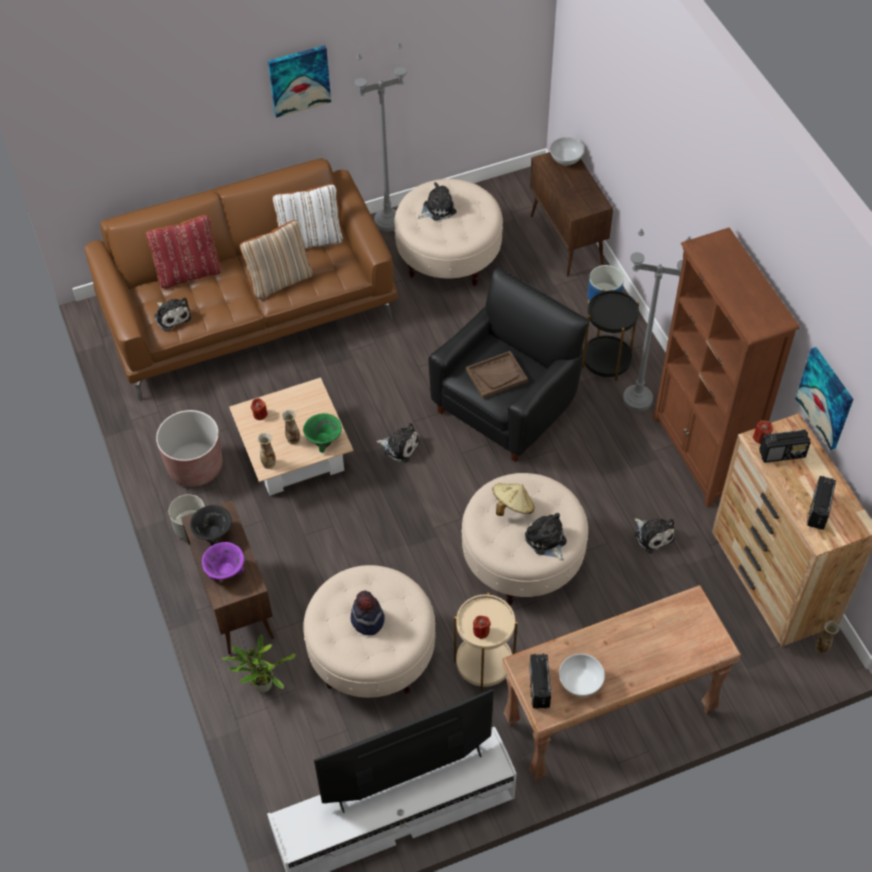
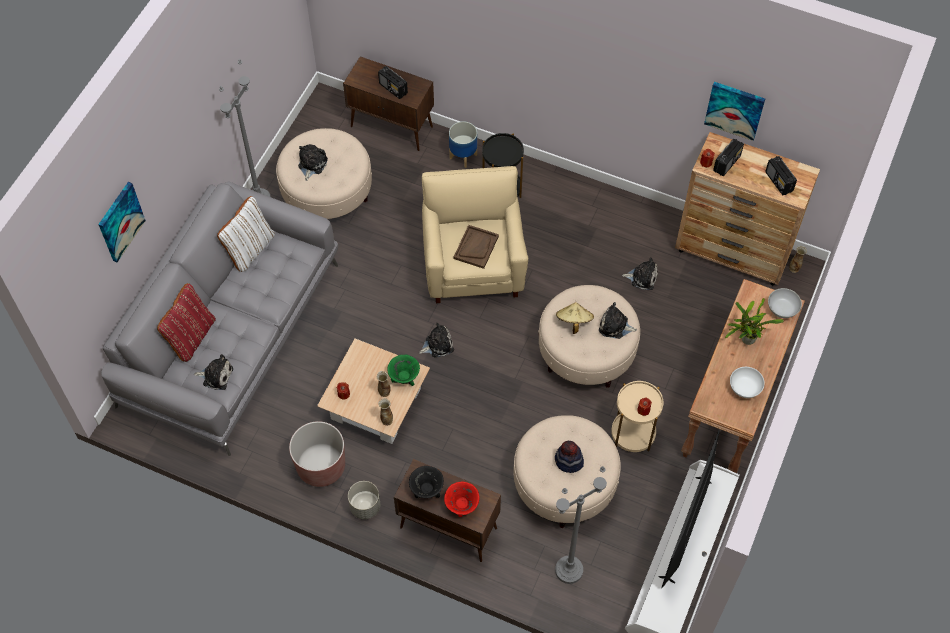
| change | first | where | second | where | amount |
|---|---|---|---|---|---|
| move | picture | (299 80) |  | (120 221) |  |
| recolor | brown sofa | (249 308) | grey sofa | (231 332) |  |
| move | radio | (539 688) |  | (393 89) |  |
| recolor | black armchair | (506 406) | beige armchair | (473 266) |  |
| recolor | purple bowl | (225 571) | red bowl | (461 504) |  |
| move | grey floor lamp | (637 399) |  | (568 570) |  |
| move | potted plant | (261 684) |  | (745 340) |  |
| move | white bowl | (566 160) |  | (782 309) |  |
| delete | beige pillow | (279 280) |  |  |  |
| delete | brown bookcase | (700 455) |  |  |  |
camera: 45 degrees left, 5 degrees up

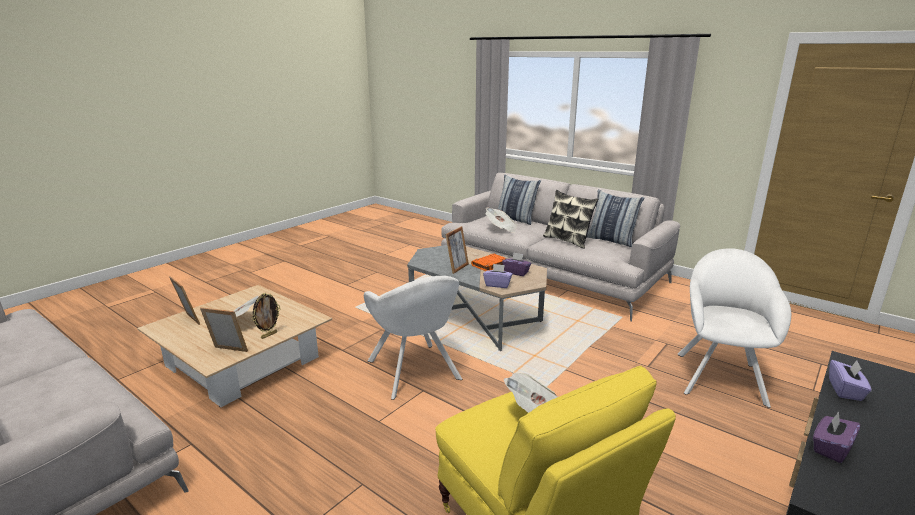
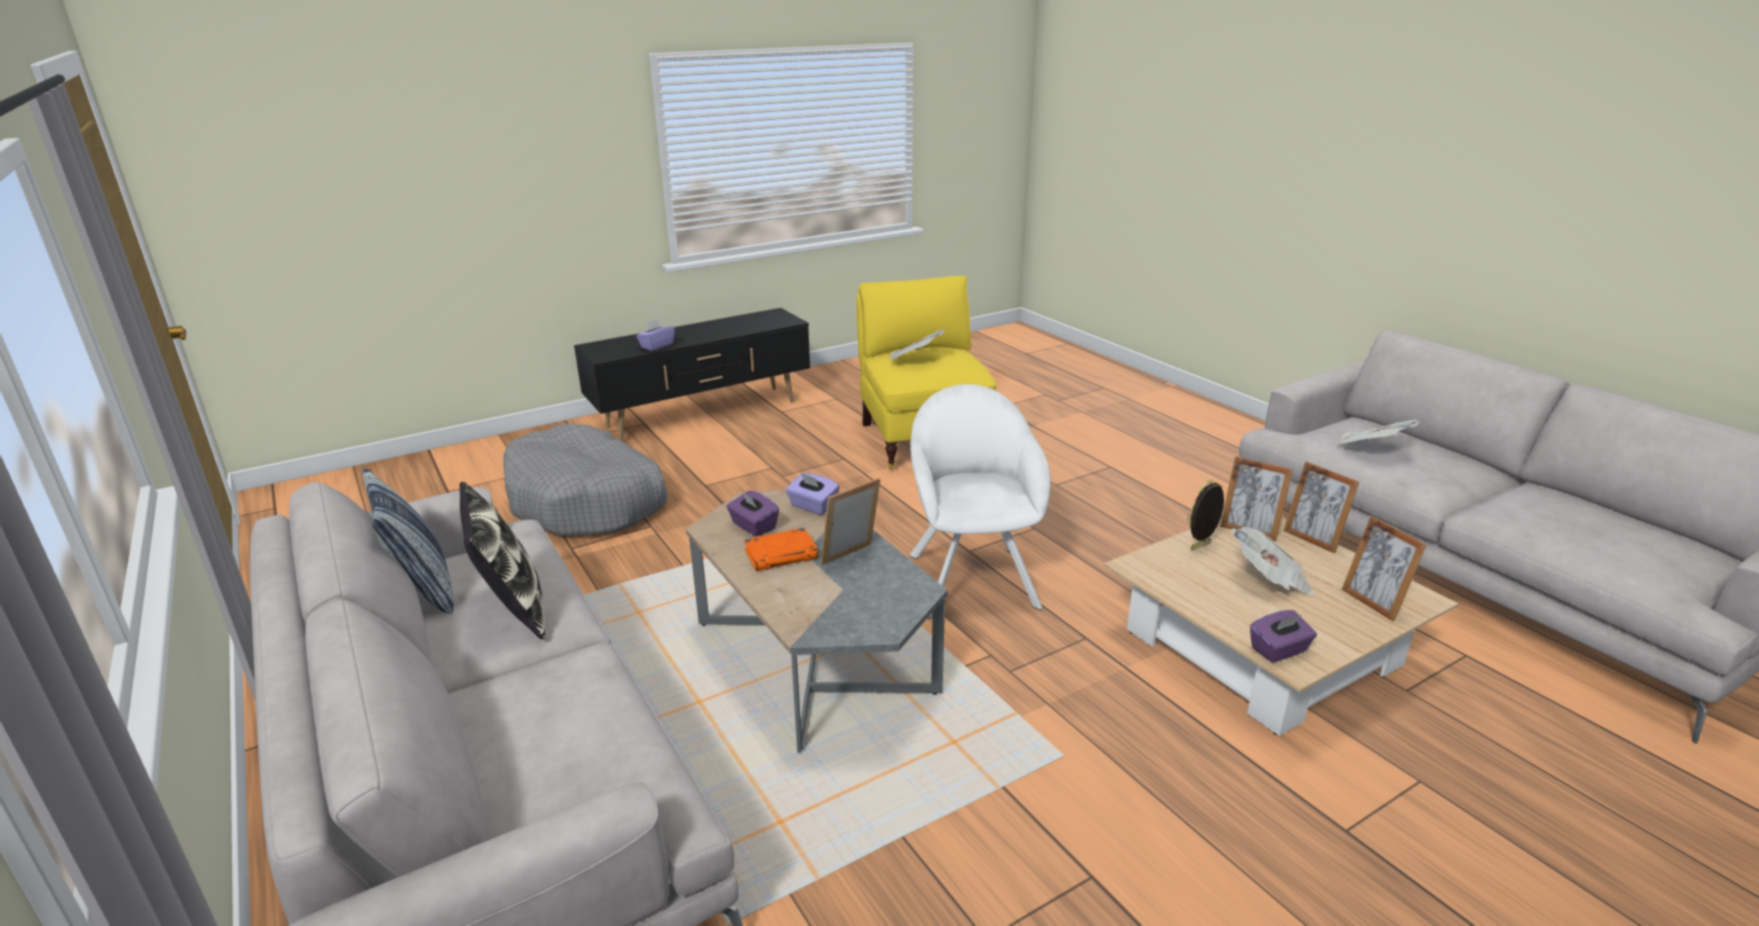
| change | first | where | second | where | amount |
|---|---|---|---|---|---|
| replace | white armchair | (719 375) | grey dog bed | (587 501) |  |
| move | purple tissue box | (831 448) |  | (1279 650) |  |
| insert |  |  | picture frame | (1312 539) |  |
| move | newspaper | (501 229) |  | (1370 449) |  |
| delete | pillow | (516 219) |  |  |  |
camera: 160 degrees left, 5 degrees up

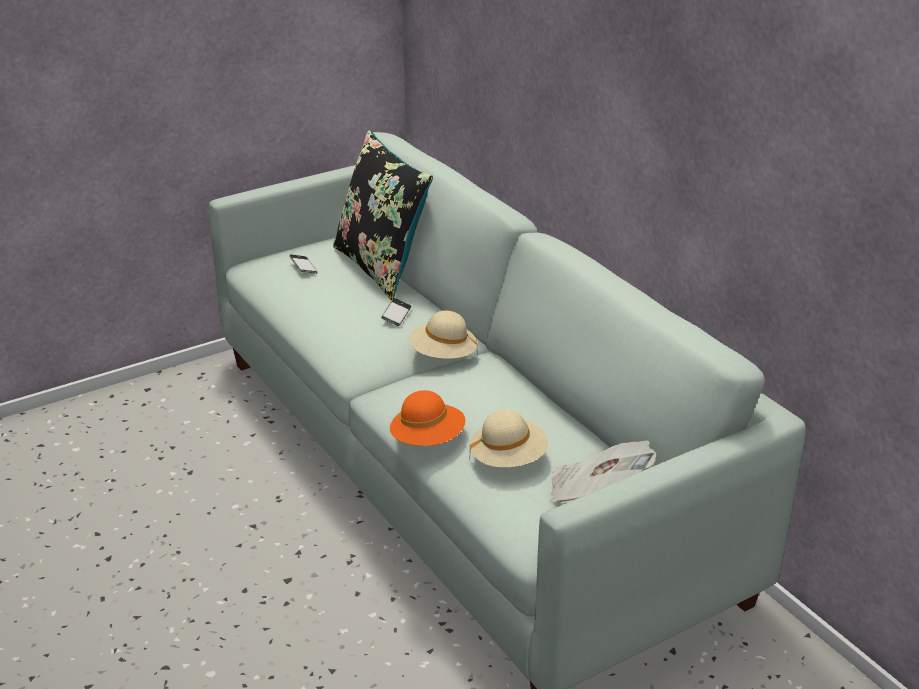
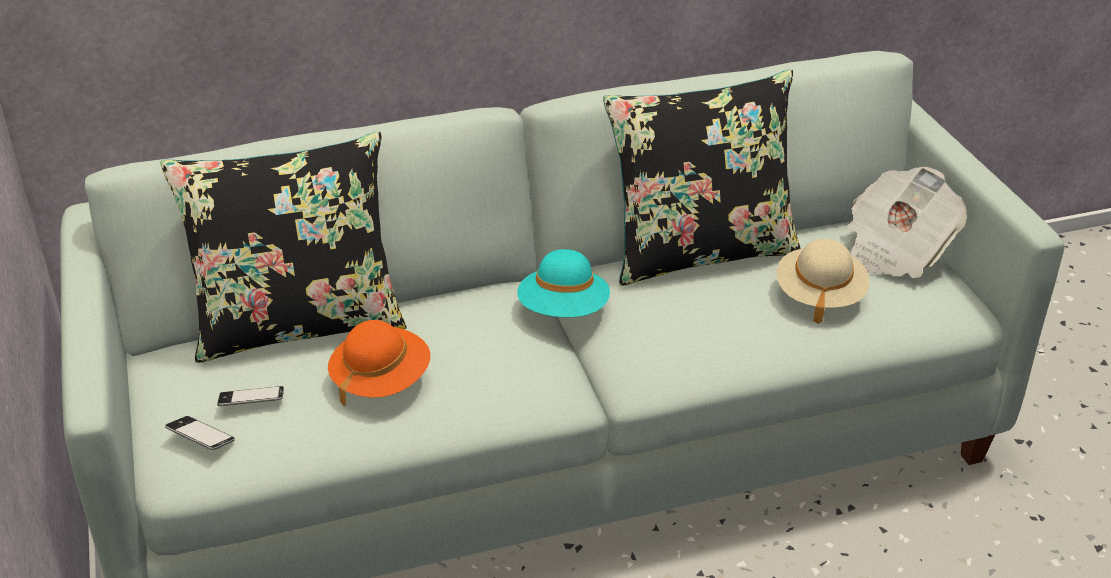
| change | first | where | second | where | amount |
|---|---|---|---|---|---|
| move | phone | (396 315) |  | (201 437) |  |
| move | orange hat | (428 439) |  | (381 380) |  |
| recolor | beige hat | (443 355) | turquoise hat | (563 311) |  |
| insert |  |  | black pillow | (699 252) |  |
camera: 75 degrees left, 5 degrees up

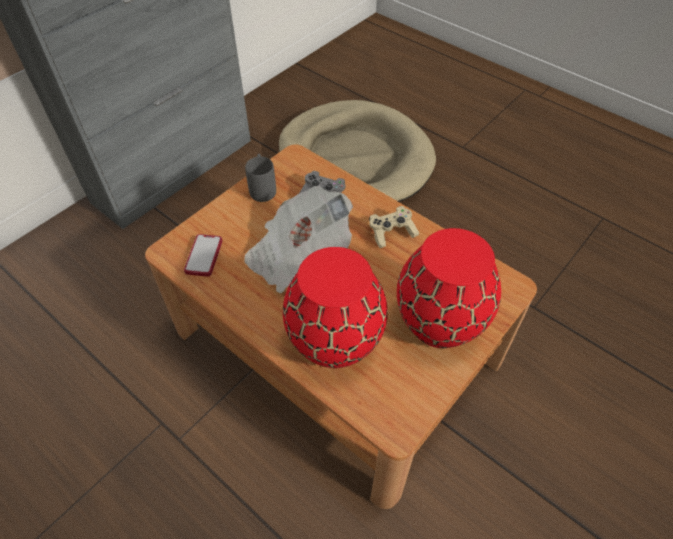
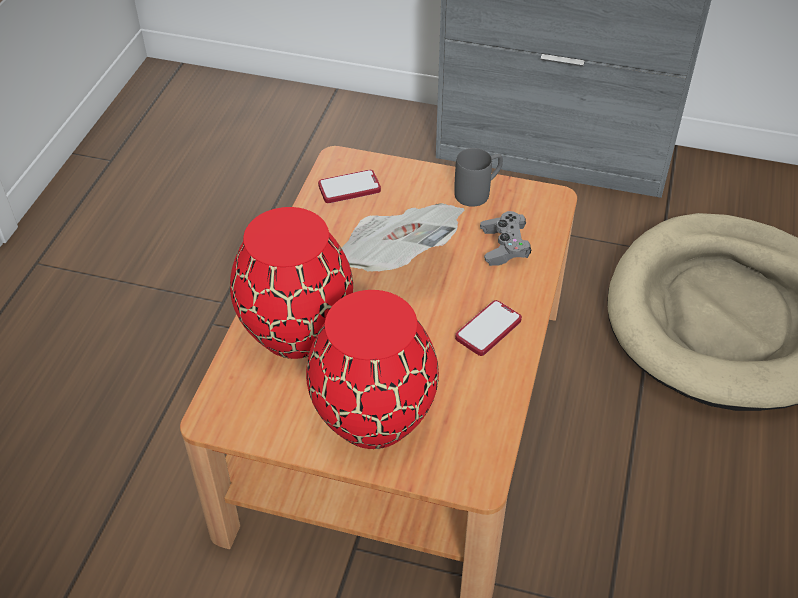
| change | first | where | second | where | amount |
|---|---|---|---|---|---|
| replace | beige game controller | (391 233) | phone | (488 329) |  |
camera: 65 degrees right, 5 degrees down

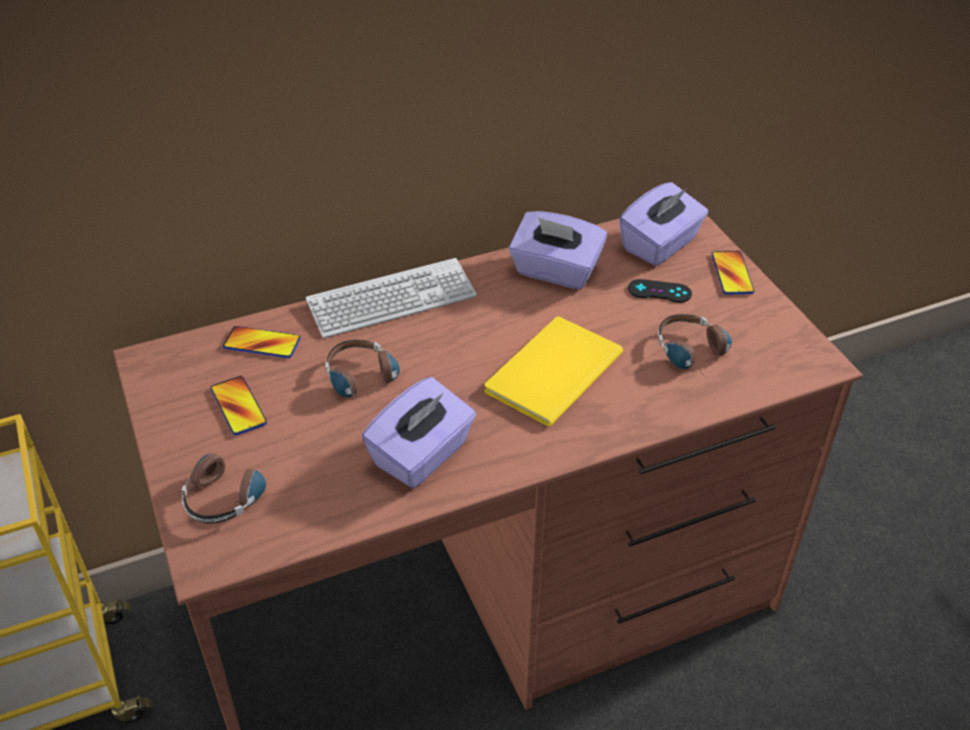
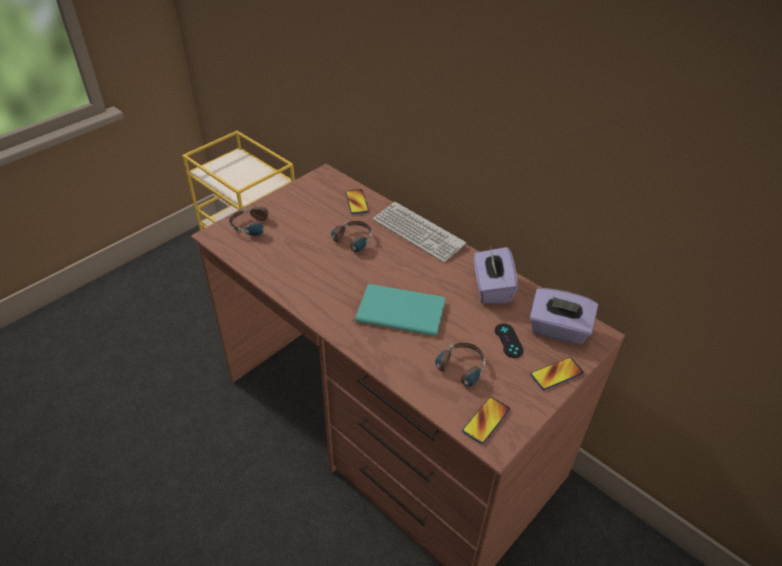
| change | first | where | second | where | amount |
|---|---|---|---|---|---|
| recolor | yellow book | (548 373) | turquoise book | (399 309) |  |
| move | phone | (238 406) |  | (486 420) |  |
| delete | purple tissue box | (422 455) |  |  |  |
camera: 65 degrees right, 0 degrees up

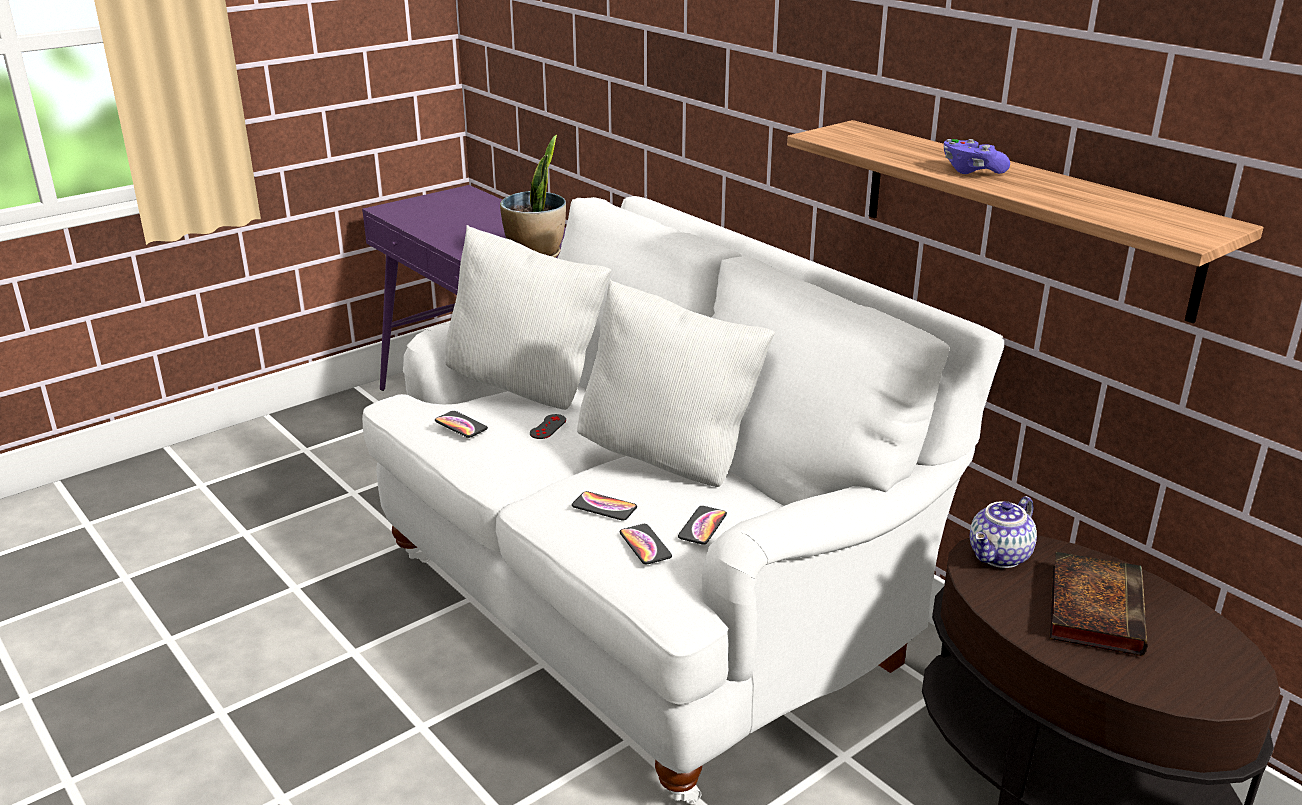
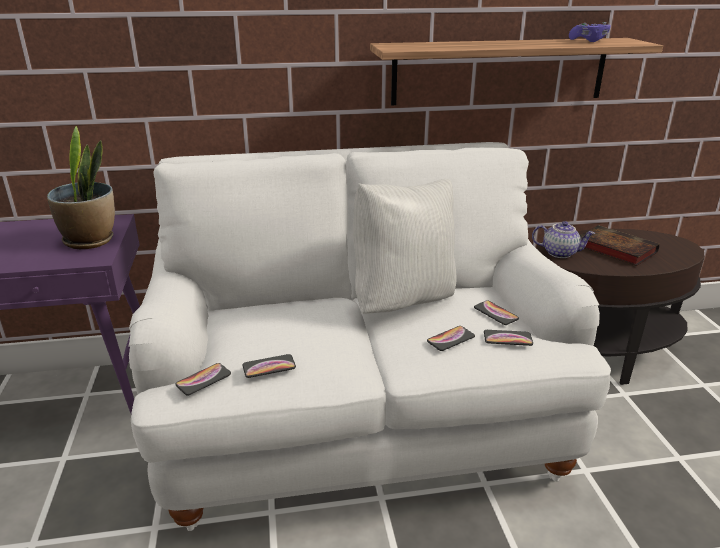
| change | first | where | second | where | amount |
|---|---|---|---|---|---|
| insert |  |  | phone | (203 380) |  |
| rotate | teapot | (1000 557) |  | (560 253) | 60 degrees counterclockwise |
| move | purple game controller | (971 171) |  | (588 41) |  |
| delete | white pillow | (528 389) |  |  |  |
| delete | grey game controller | (548 427) |  |  |  |
camera: 60 degrees left, 0 degrees up

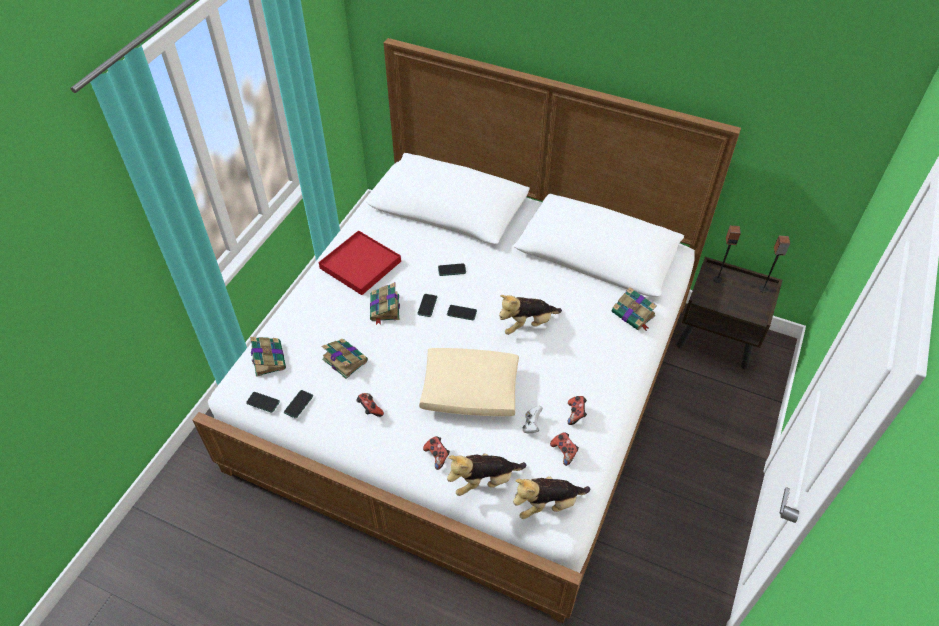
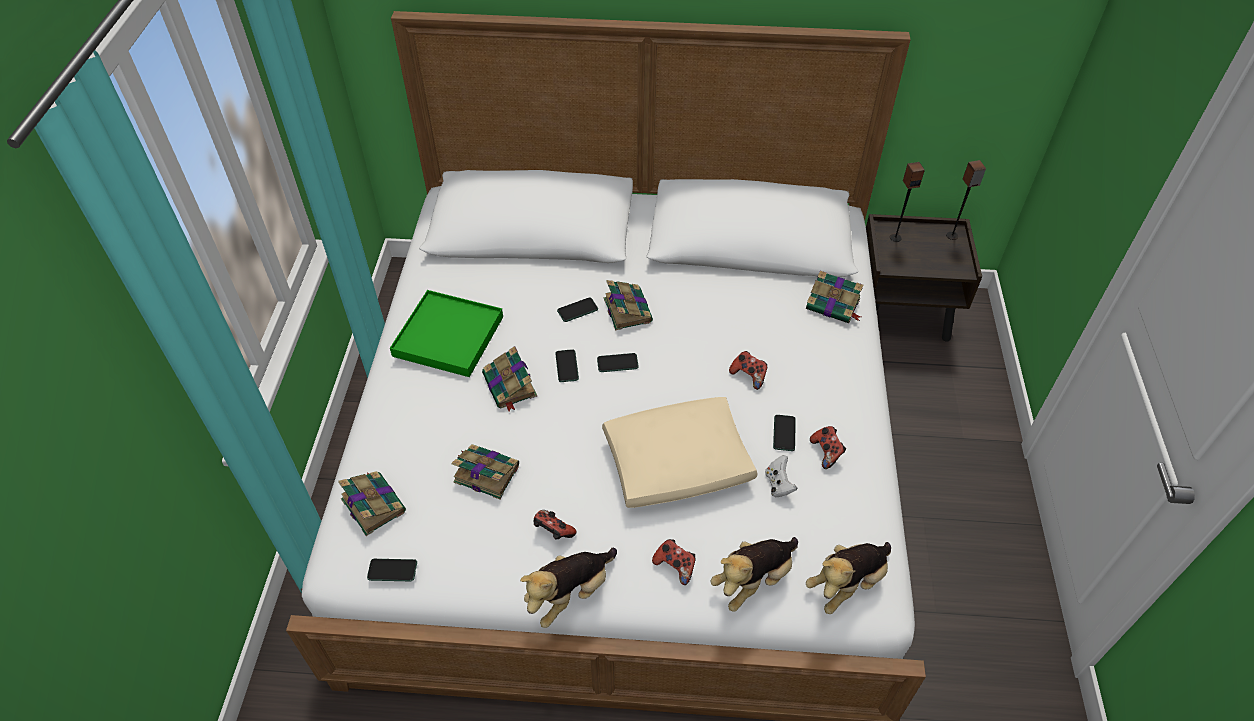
| change | first | where | second | where | amount |
|---|---|---|---|---|---|
| recolor | red tray | (360 265) | green tray | (448 336) |  |
| move | plush toy | (527 324) |  | (570 594) |  |
| insert |  |  | book | (627 309) |  |
| move | game controller | (564 452) |  | (748 376) |  |
| move | phone | (298 404) |  | (784 433) |  |
camera: 20 degrees left, 0 degrees up

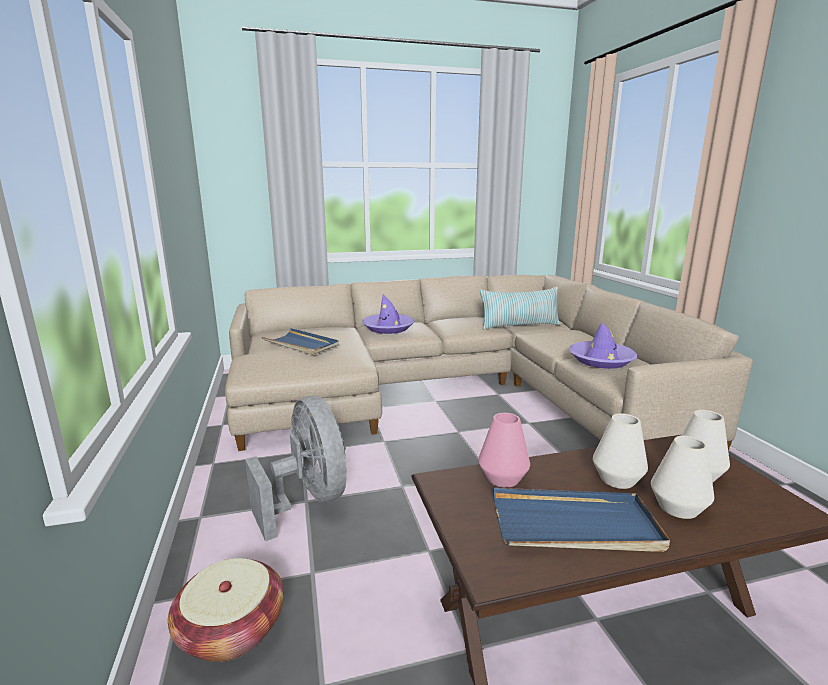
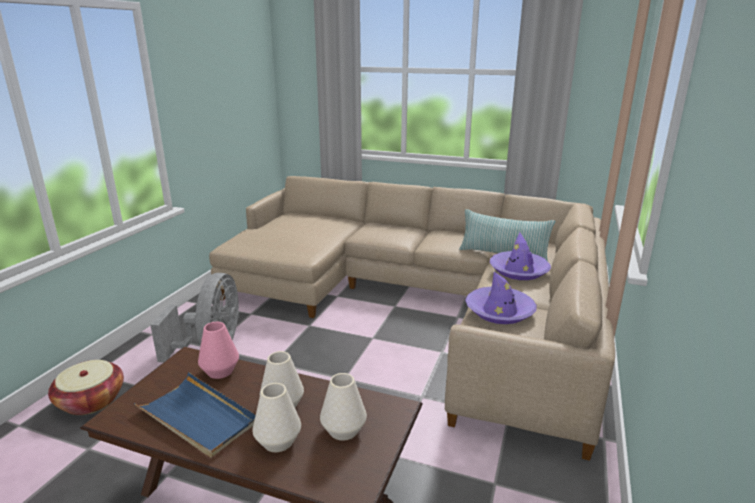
| change | first | where | second | where | amount |
|---|---|---|---|---|---|
| move | purple hat | (388 328) |  | (519 271) |  |
| delete | blue tray | (301 344) |  |  |  |
camera: 35 degrees right, 5 degrees up

